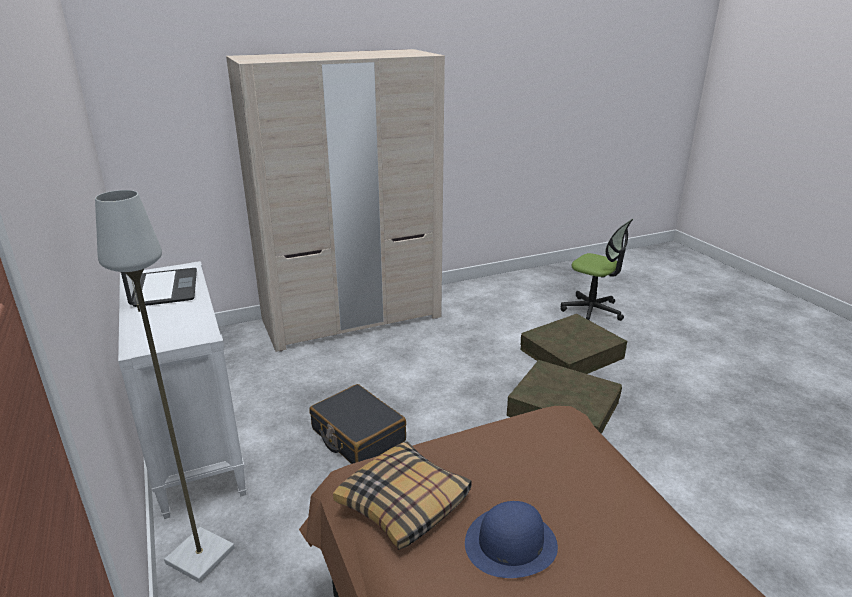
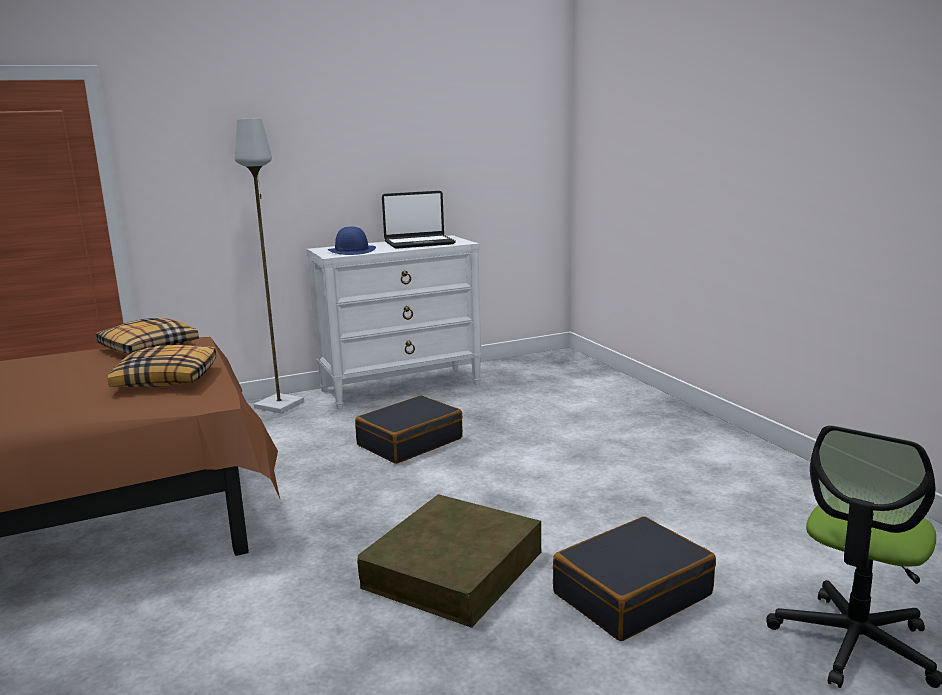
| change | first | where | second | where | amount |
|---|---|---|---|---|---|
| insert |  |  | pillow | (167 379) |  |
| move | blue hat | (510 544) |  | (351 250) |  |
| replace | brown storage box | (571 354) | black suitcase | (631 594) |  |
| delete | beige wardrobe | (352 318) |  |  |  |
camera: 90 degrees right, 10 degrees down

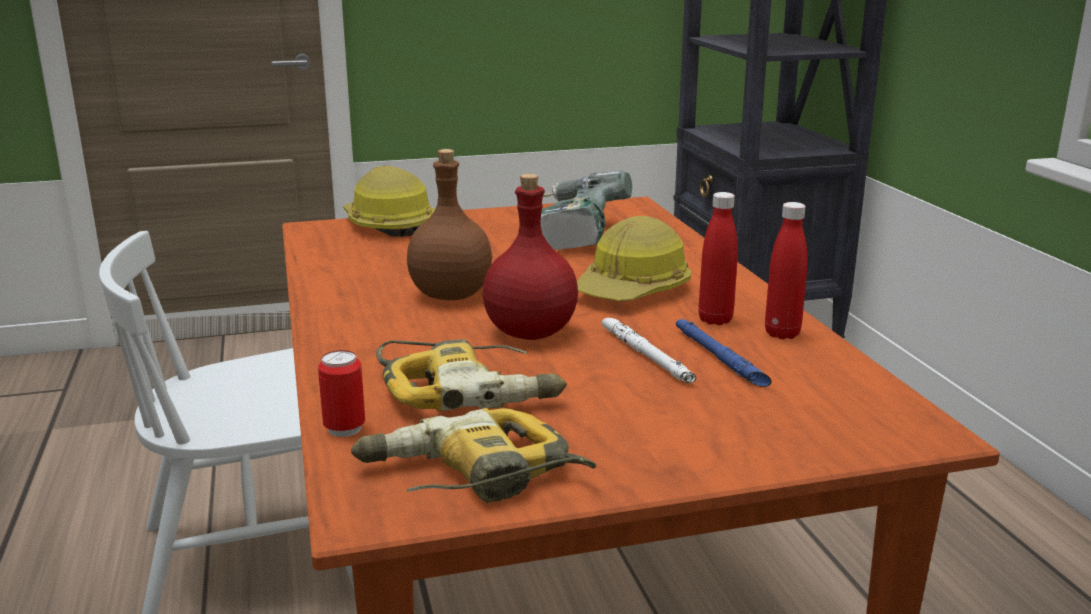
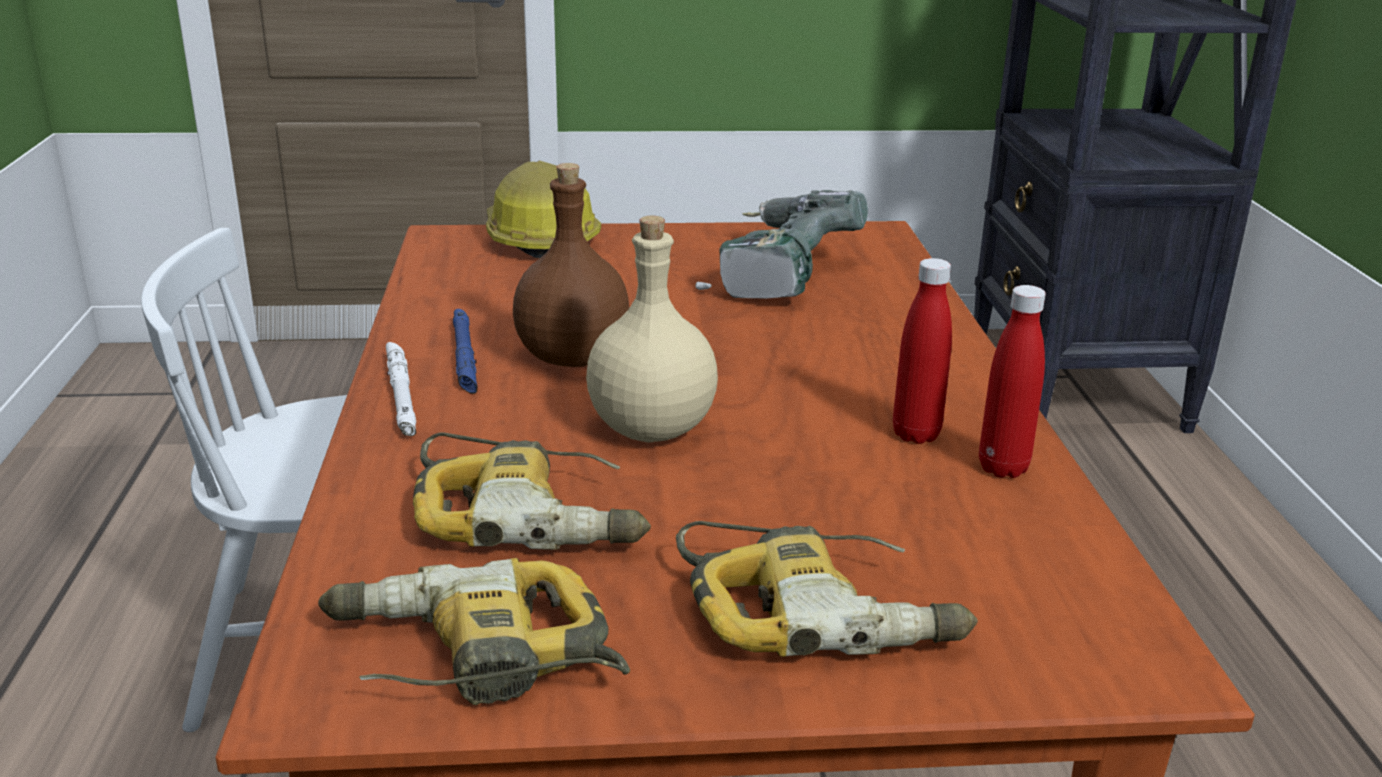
| change | first | where | second | where | amount |
|---|---|---|---|---|---|
| move | white flashlight | (645 356) |  | (401 395) |  |
| move | blue flashlight | (719 358) |  | (465 357) |  |
| recolor | red bottle | (529 332) | beige bottle | (651 428) |  |
| insert |  |  | power drill | (818 611) |  |
| delete | can | (344 429) |  |  |  |
| delete | hard hat | (633 290) |  |  |  |
camera: 10 degrees right, 5 degrees up

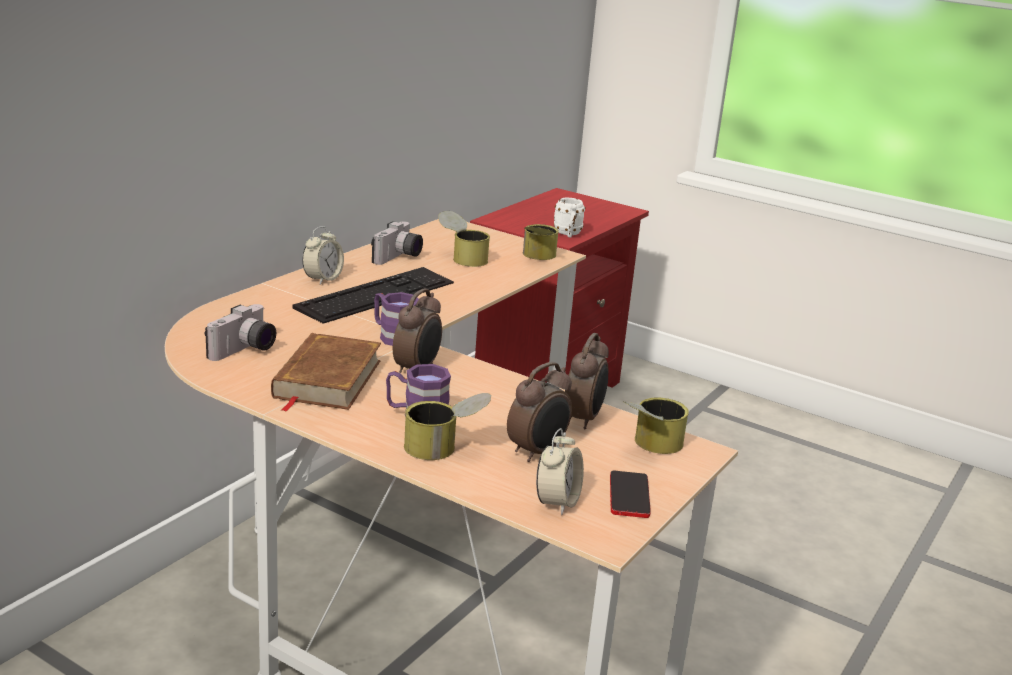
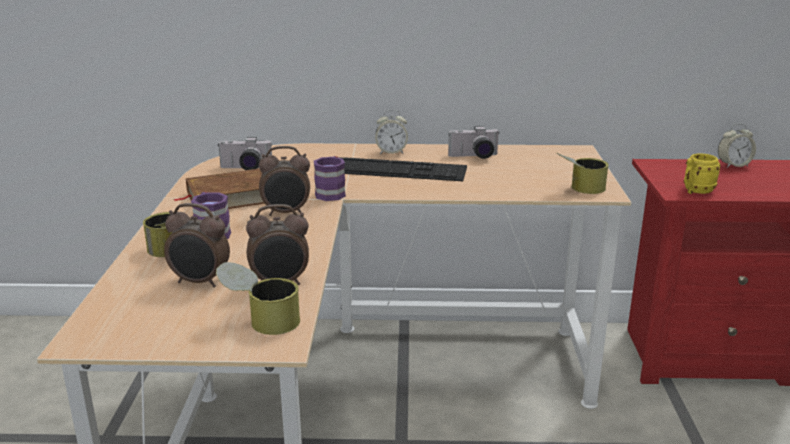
| change | first | where | second | where | amount |
|---|---|---|---|---|---|
| recolor | white mug | (568 234) | yellow mug | (695 191) |  |
| move | alarm clock | (557 502) |  | (733 165) |  |
| delete | can | (462 257) |  |  |  |
| delete | phone | (629 496) |  |  |  |
camera: 60 degrees right, 0 degrees up

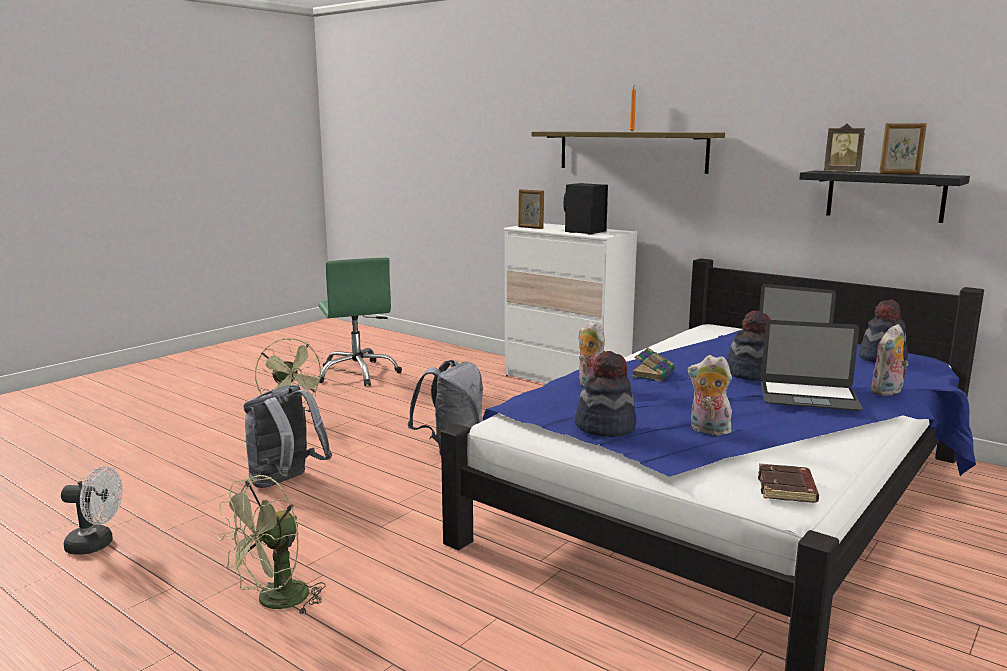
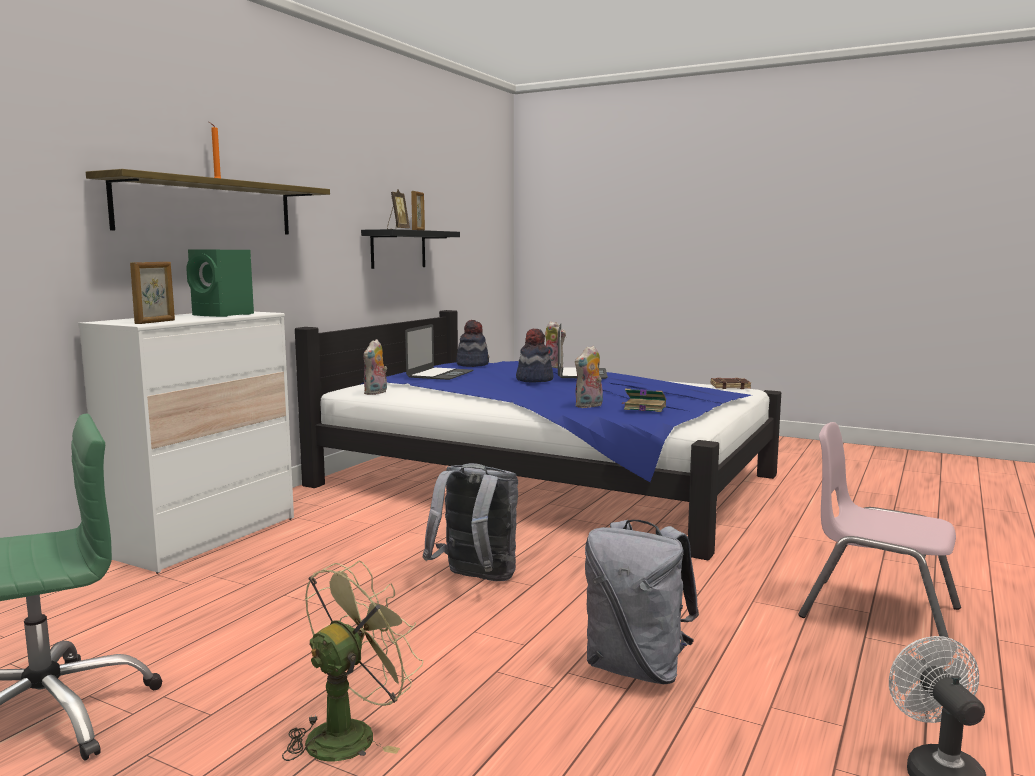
| change | first | where | second | where | amount |
|---|---|---|---|---|---|
| recolor | black speaker | (584 232) | green speaker | (224 315) |  |
| move | plush toy | (708 431) |  | (376 393) |  |
| move | book | (653 373) |  | (644 408) |  |
| replace | green fan | (274 602) | pink chair | (878 613) |  |
| delete | hat | (605 427) |  |  |  |
camera: 100 degrees left, 5 degrees down

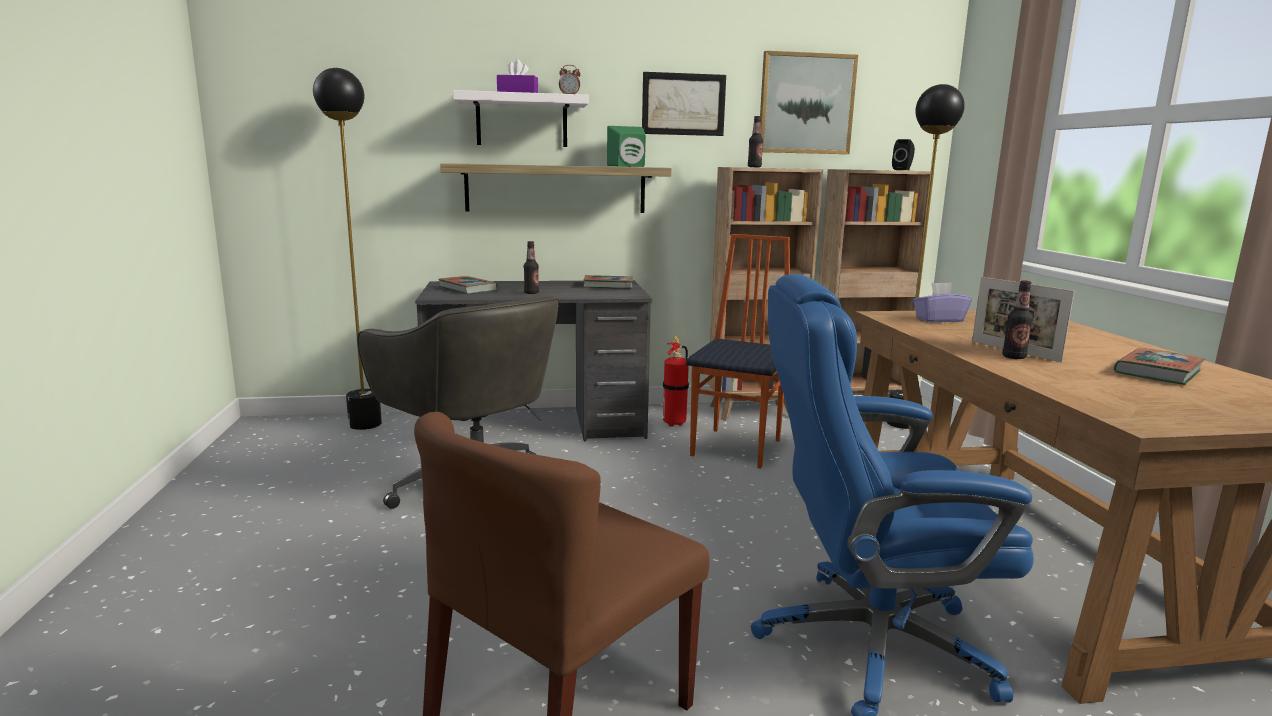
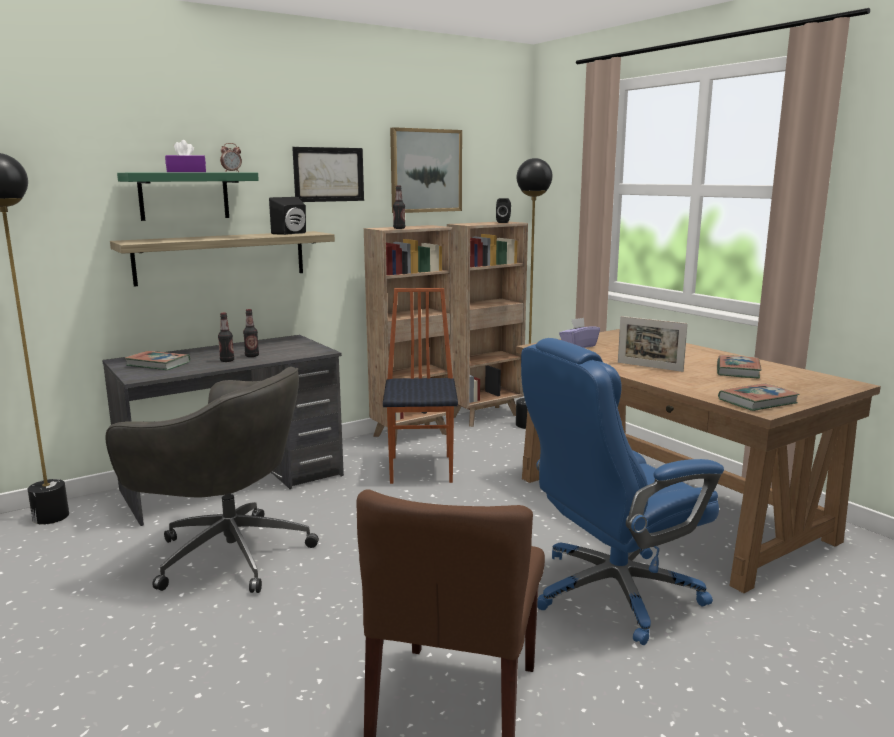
| change | first | where | second | where | amount |
|---|---|---|---|---|---|
| recolor | white shelf | (522 121) | green shelf | (184 196) |  |
| move | bottle | (1014 357) |  | (252 356) |  |
| recolor | green speaker | (628 166) | black speaker | (291 233) |  |
| move | book | (608 286) |  | (757 401) |  |
| delete | fire extinguisher | (675 423) |  |  |  |
camera: 25 degrees left, 0 degrees up

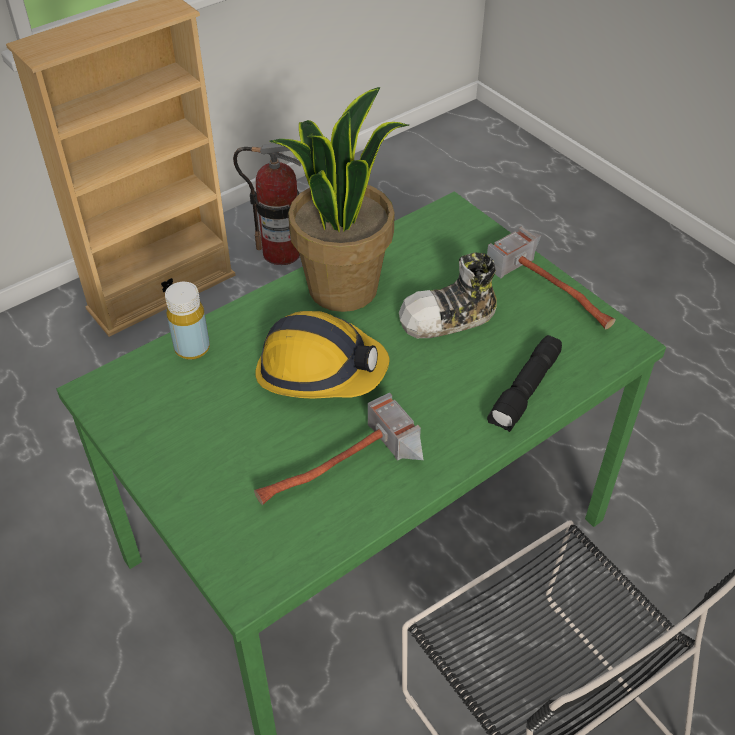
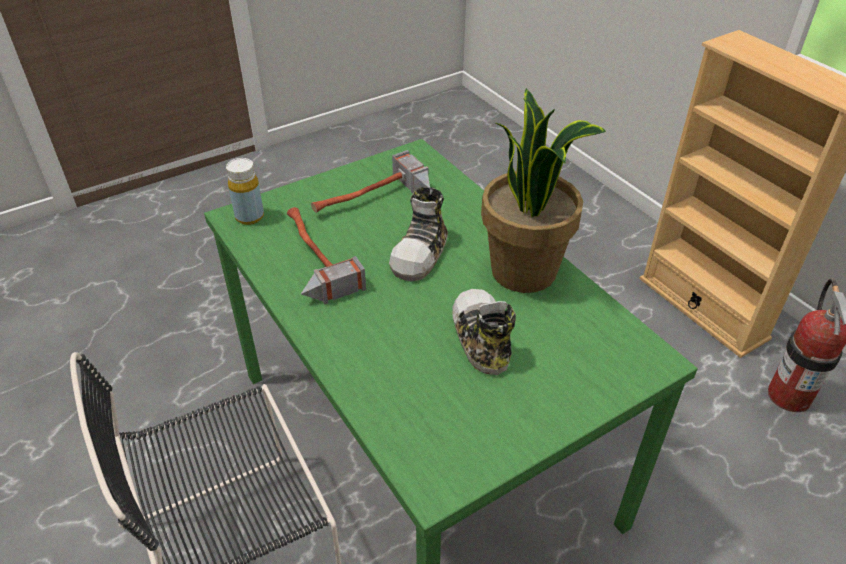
| change | first | where | second | where | amount |
|---|---|---|---|---|---|
| move | yellow bottle | (192 348) |  | (249 217) |  |
| move | hammer | (559 291) |  | (371 201) |  |
| replace | hard hat | (320 370) | shoe | (421 253) |  |
| delete | black flashlight | (526 392) |  |  |  |
camera: 95 degrees right, 5 degrees down

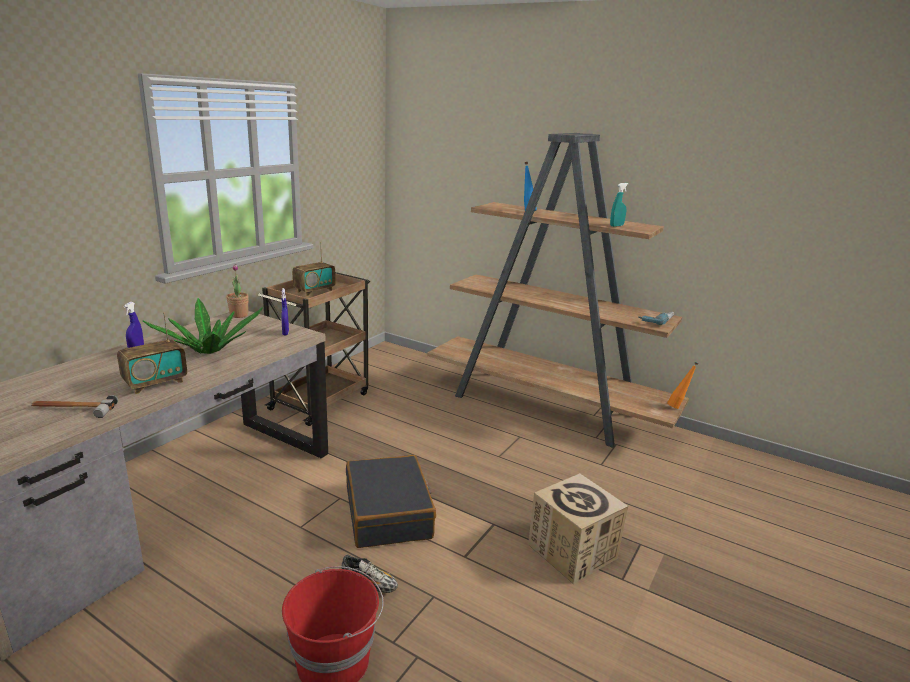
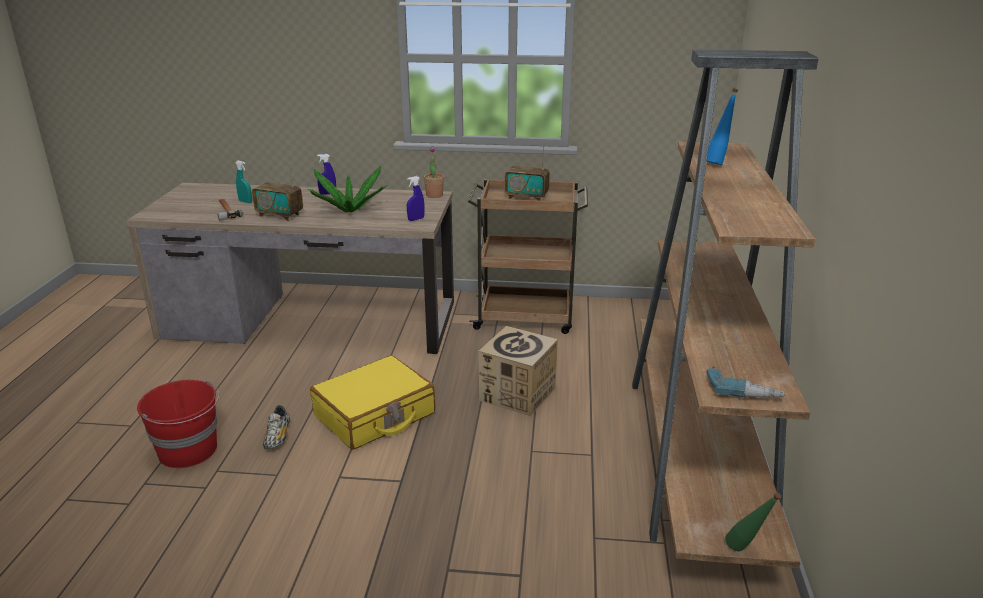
| change | first | where | second | where | amount |
|---|---|---|---|---|---|
| move | turquoise spray bottle | (616 226) |  | (245 202) |  |
| recolor | black suitcase | (389 513) | yellow suitcase | (375 415) |  |
| move | cardboard box | (573 551) |  | (517 394) |  |
| recolor | orange bottle | (678 407) | green bottle | (745 551) |  |
camera: 65 degrees right, 5 degrees up

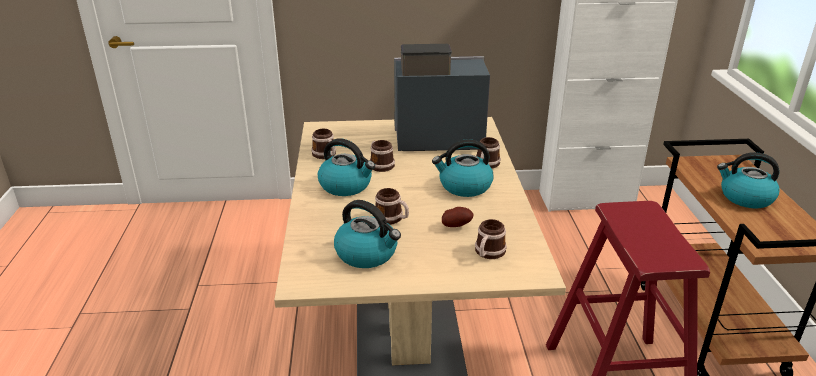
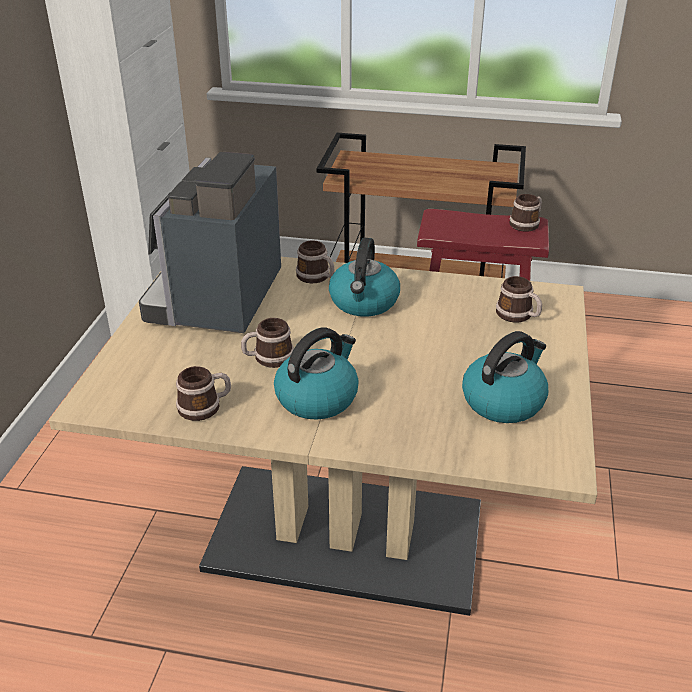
| change | first | where | second | where | amount |
|---|---|---|---|---|---|
| move | mug | (392 219) |  | (526 224) |  |
| delete | potato | (456 225) |  |  |  |
| delete | kettle | (745 197) |  |  |  |
camera: 75 degrees left, 5 degrees up

